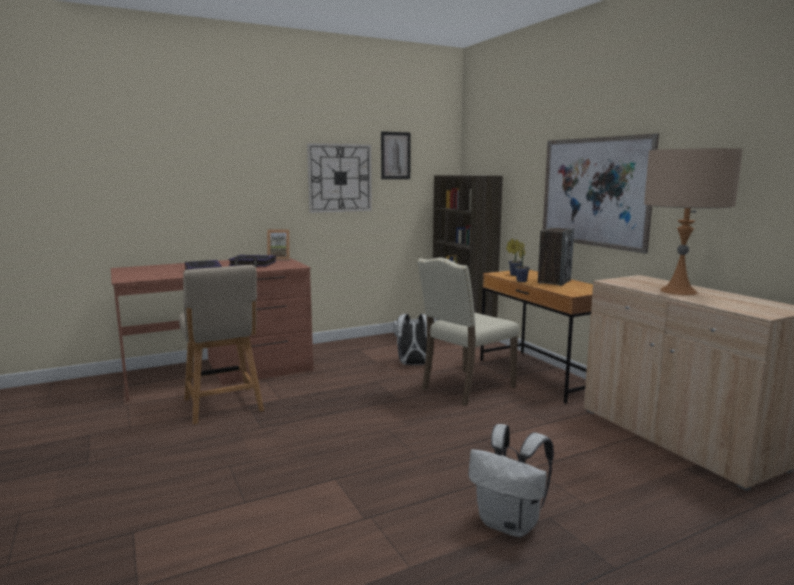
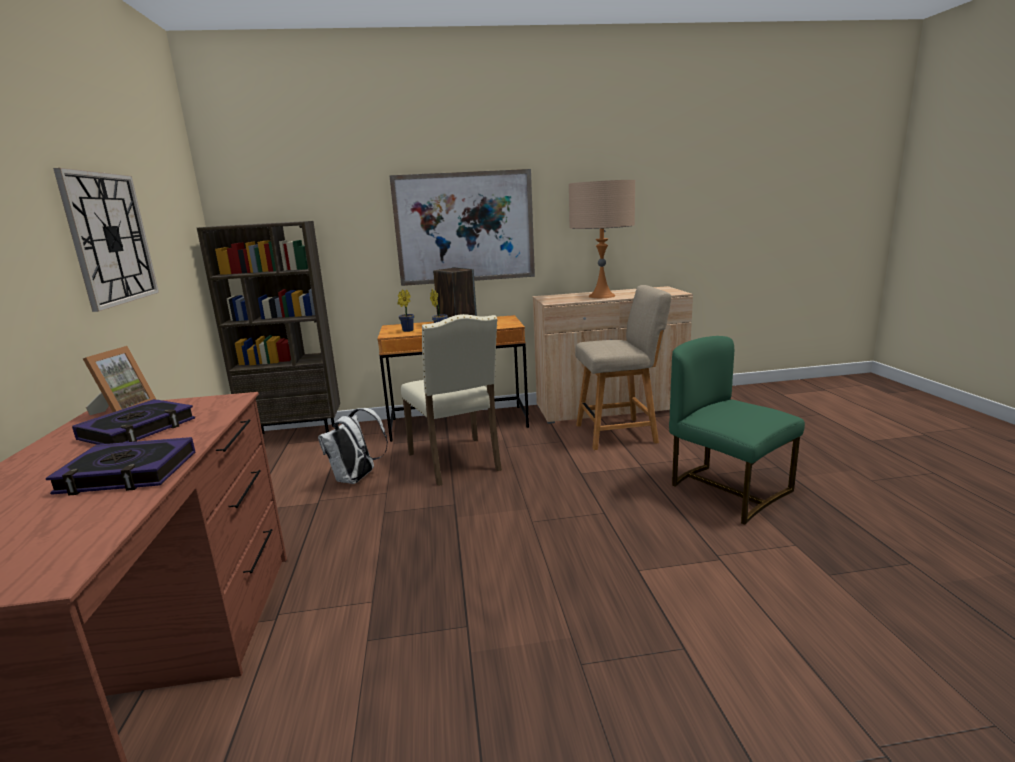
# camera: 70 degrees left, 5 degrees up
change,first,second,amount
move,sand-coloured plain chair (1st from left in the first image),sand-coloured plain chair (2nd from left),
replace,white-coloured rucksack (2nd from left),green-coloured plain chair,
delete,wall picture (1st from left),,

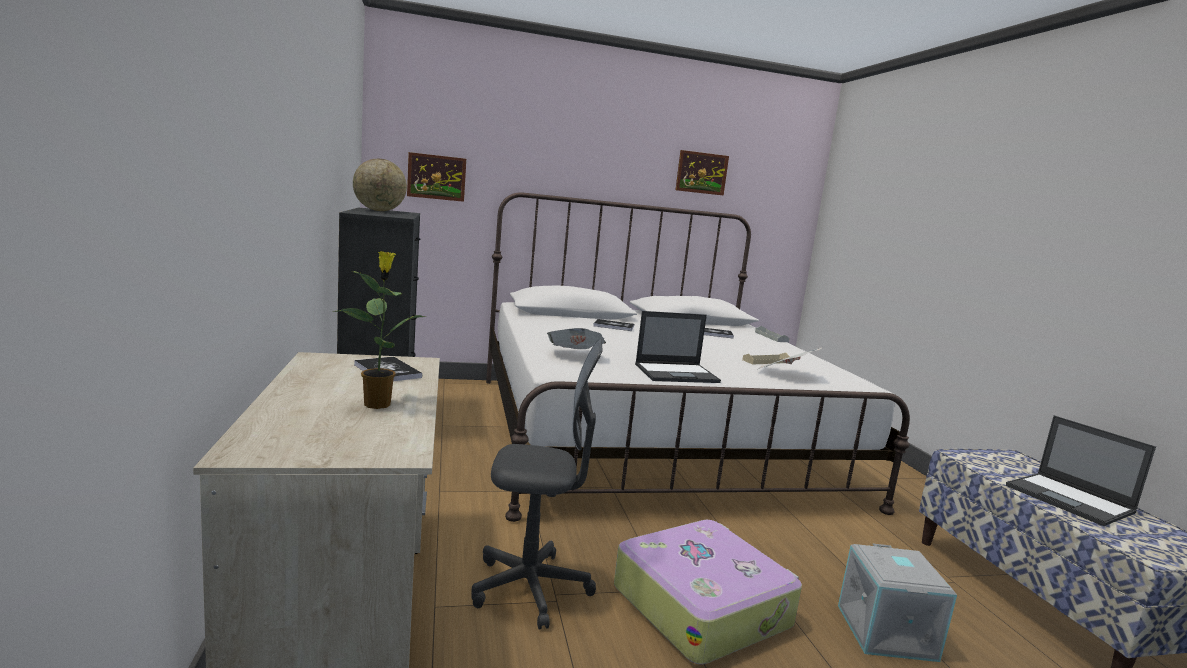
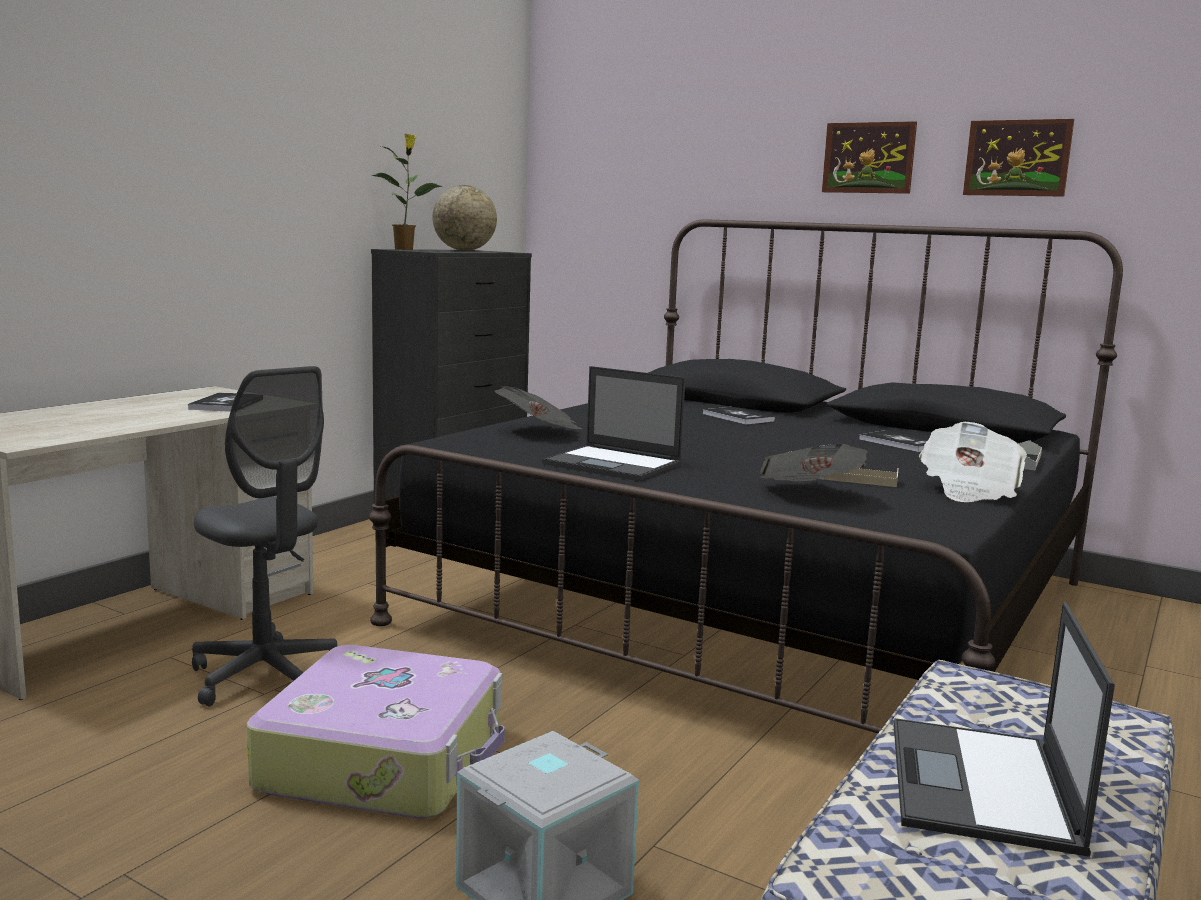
# camera: 45 degrees right, 0 degrees up
change,first,second,amount
recolor,white-coloured bedroom bed,blackish bedroom bed,
move,potted plant,,
move,wall picture (1st from left),,
insert,,printed paper (3rd from left),

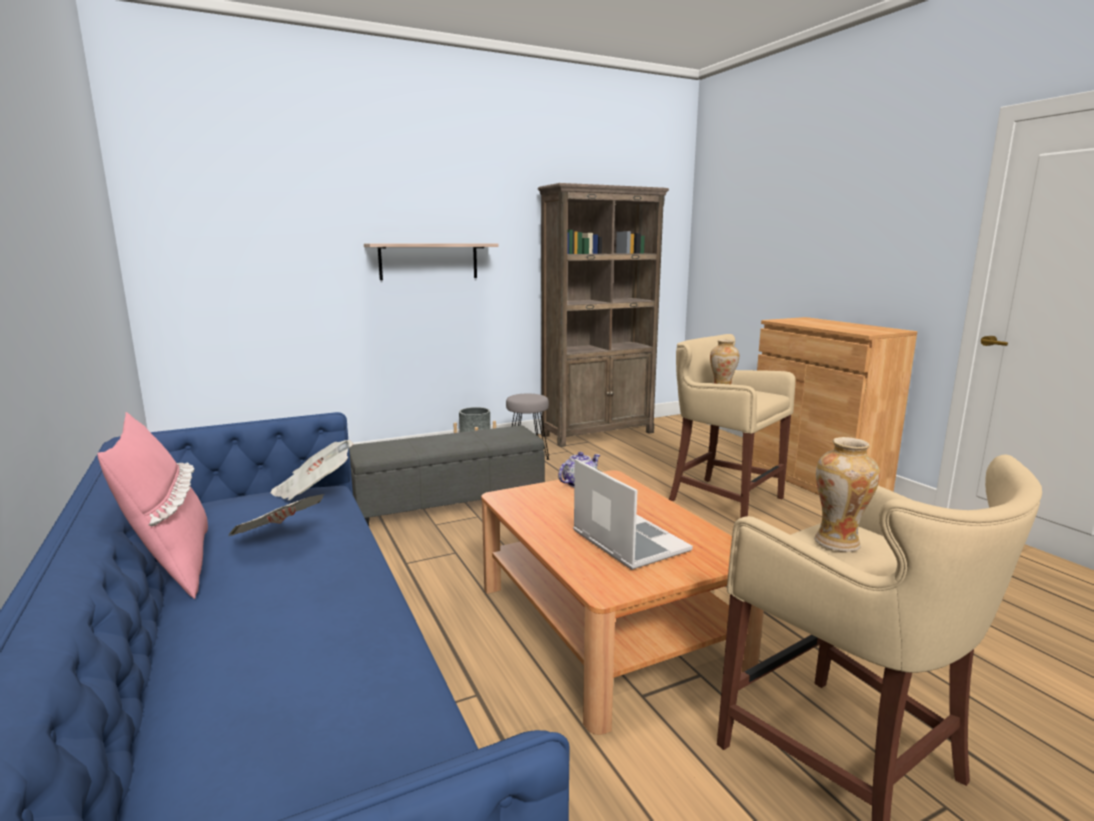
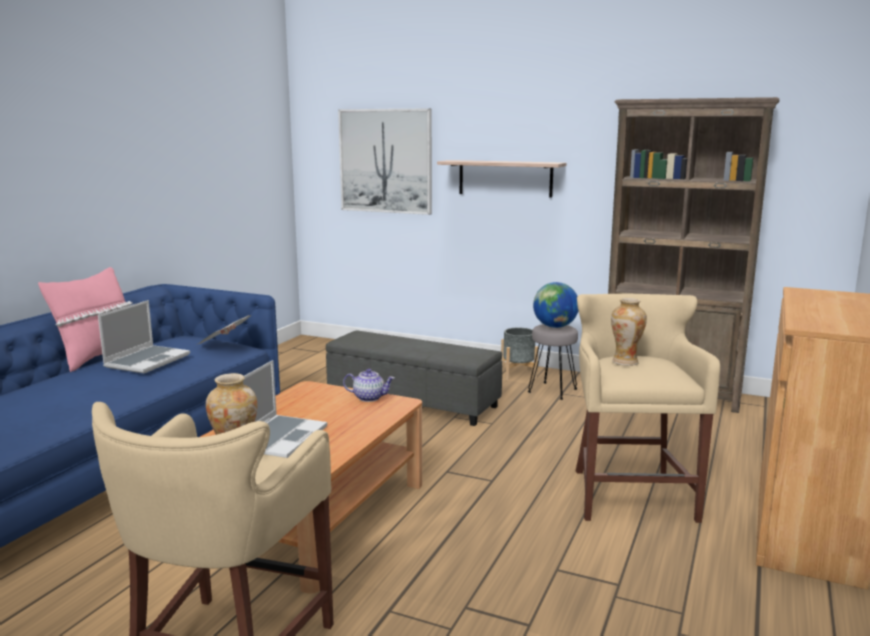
# camera: 50 degrees right, 0 degrees up
change,first,second,amount
replace,printed paper (1st from left),portable computer (1st from left),
insert,,wall picture,
insert,,globe,

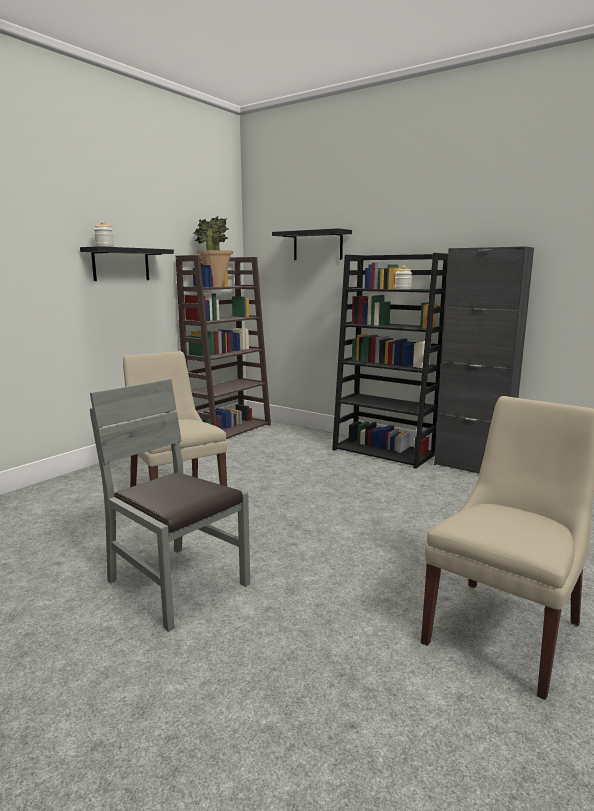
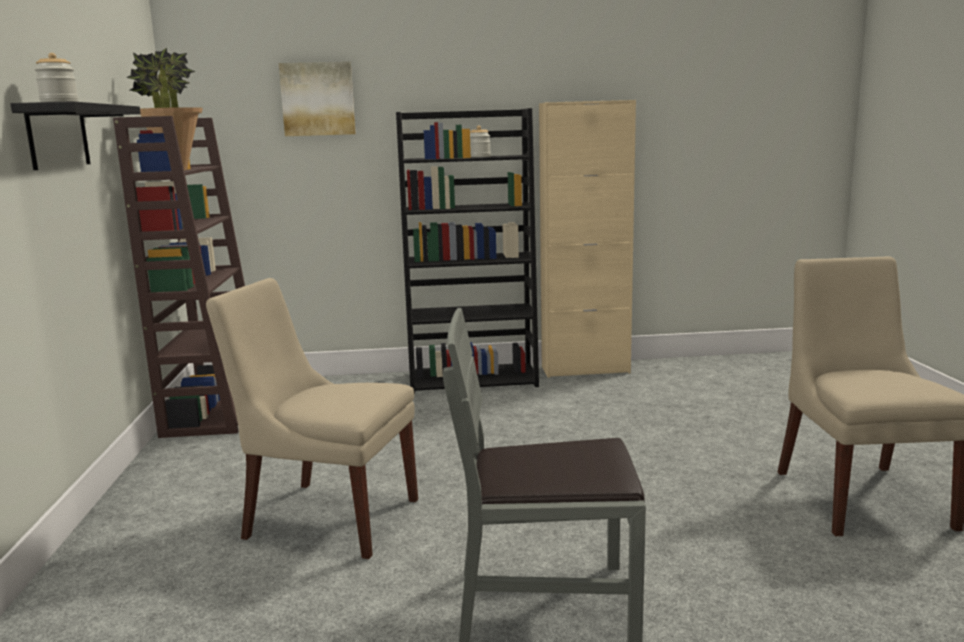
# camera: 40 degrees left, 0 degrees up
change,first,second,amount
replace,blackish bracket shelf (2nd from left),wall picture,
recolor,blackish storage cabinet,sand-coloured storage cabinet,

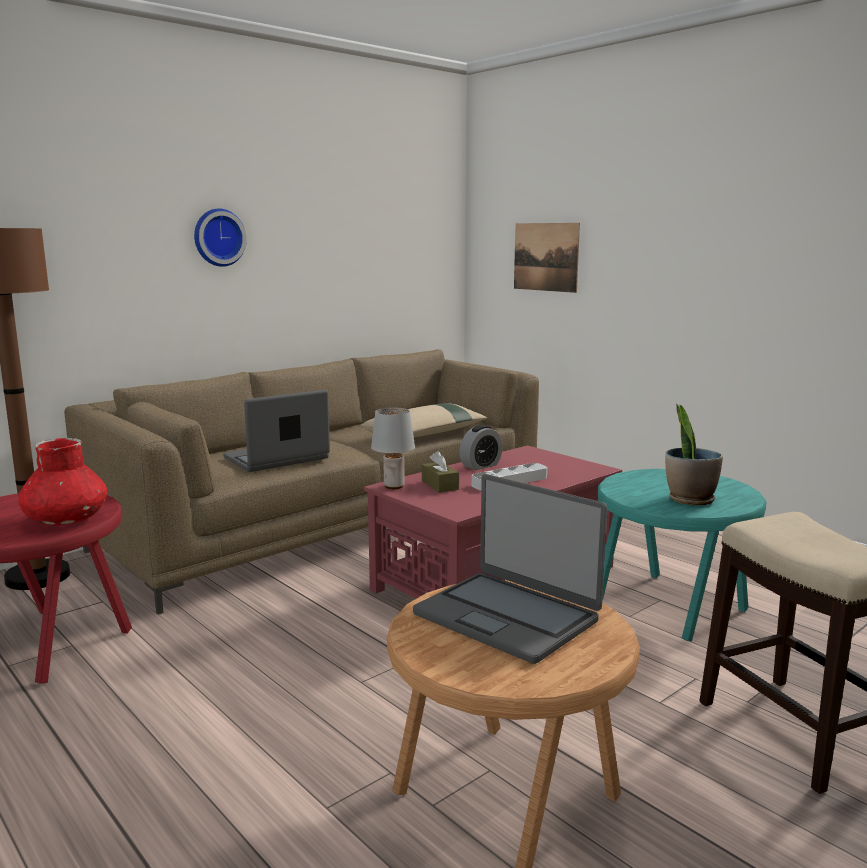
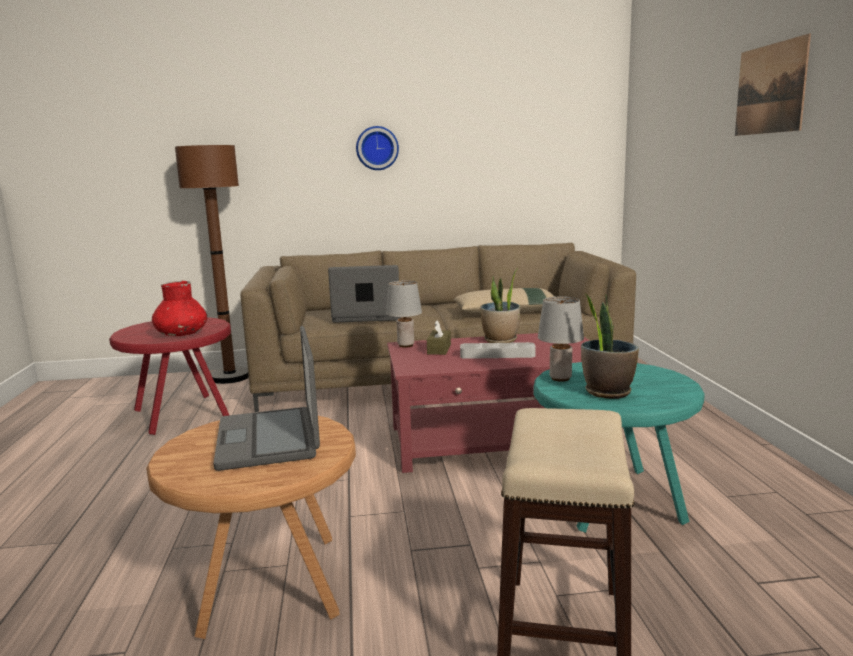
# camera: 35 degrees right, 0 degrees up
change,first,second,amount
replace,bedside clock,potted plant (1st from left),
insert,,greyish lamp for a table (2nd from left),
move,wall picture,,

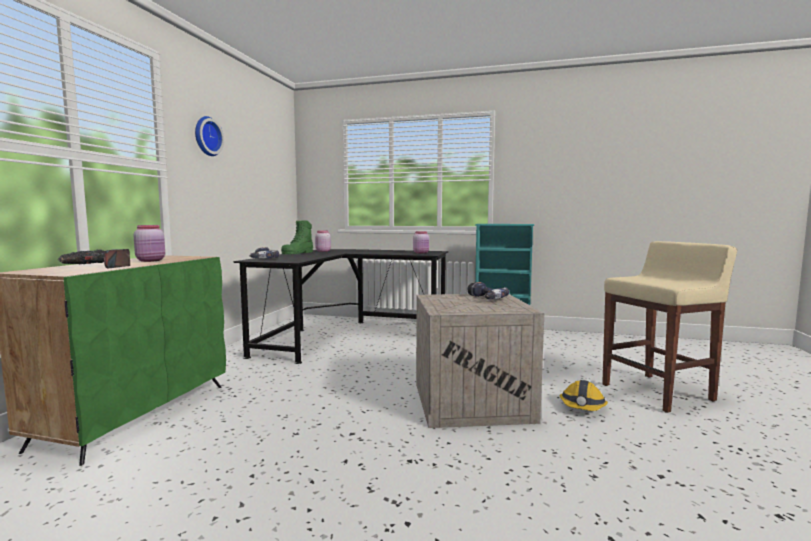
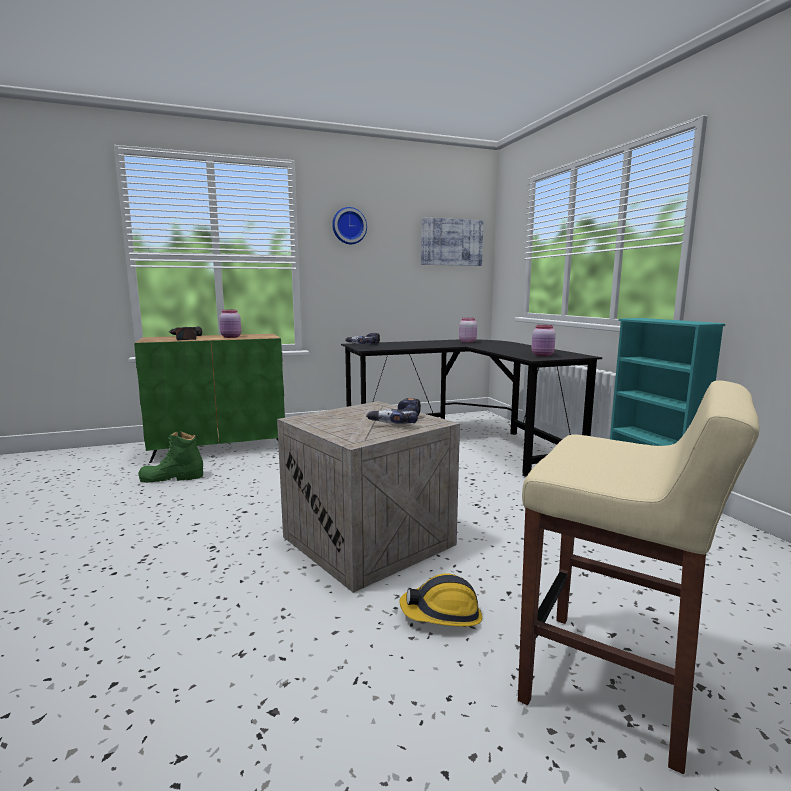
# camera: 55 degrees right, 5 degrees up
change,first,second,amount
move,green-coloured boot,,
insert,,wall picture,

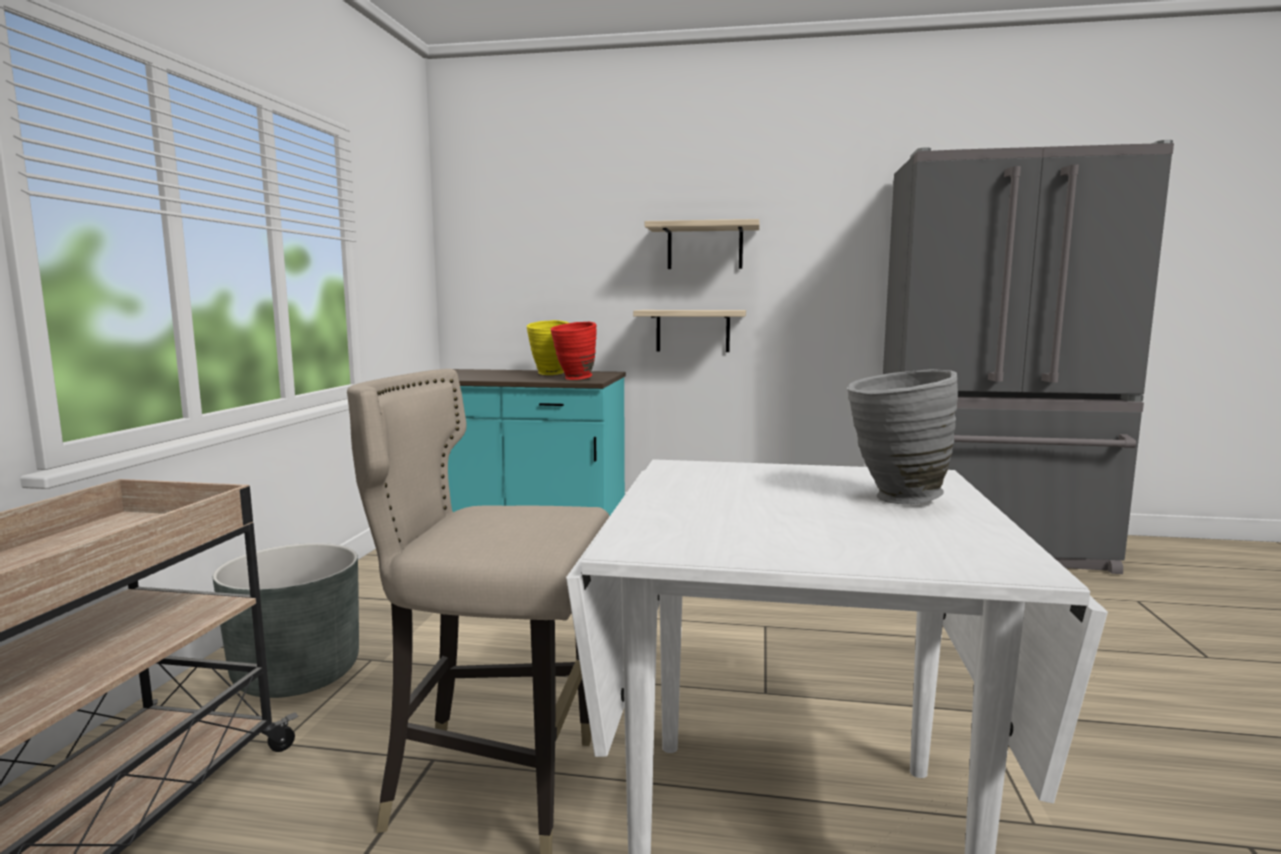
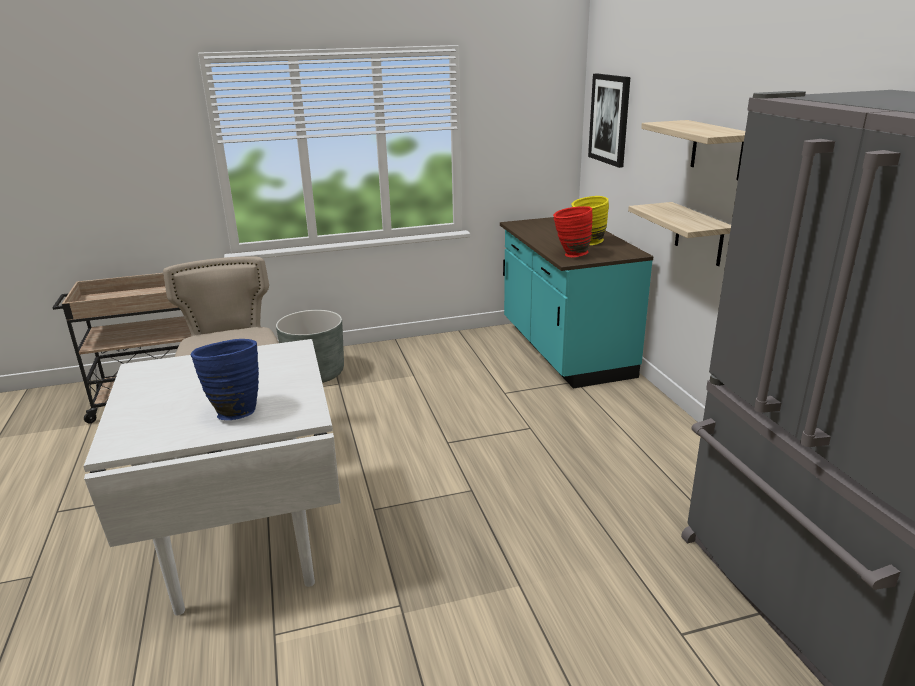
# camera: 65 degrees right, 15 degrees up
change,first,second,amount
recolor,greyish flower vase,blue-coloured flower vase,
insert,,wall picture,

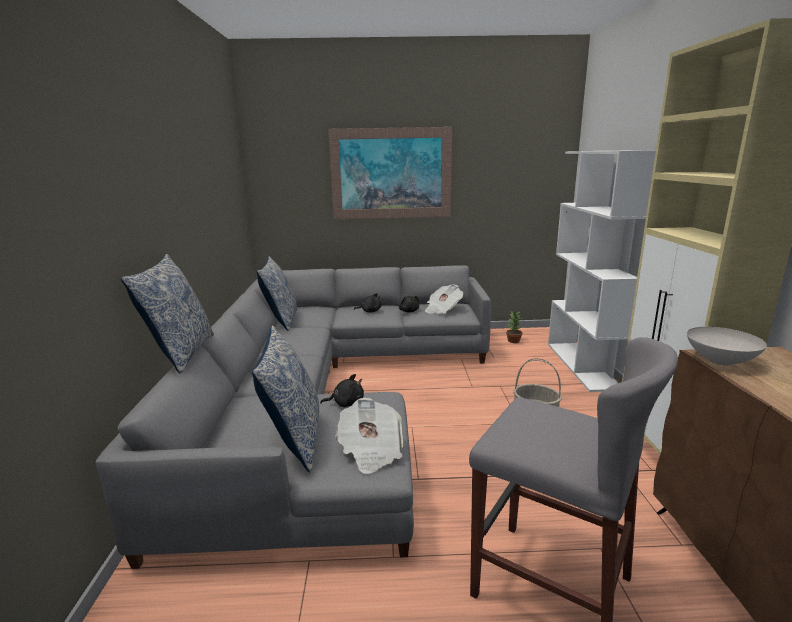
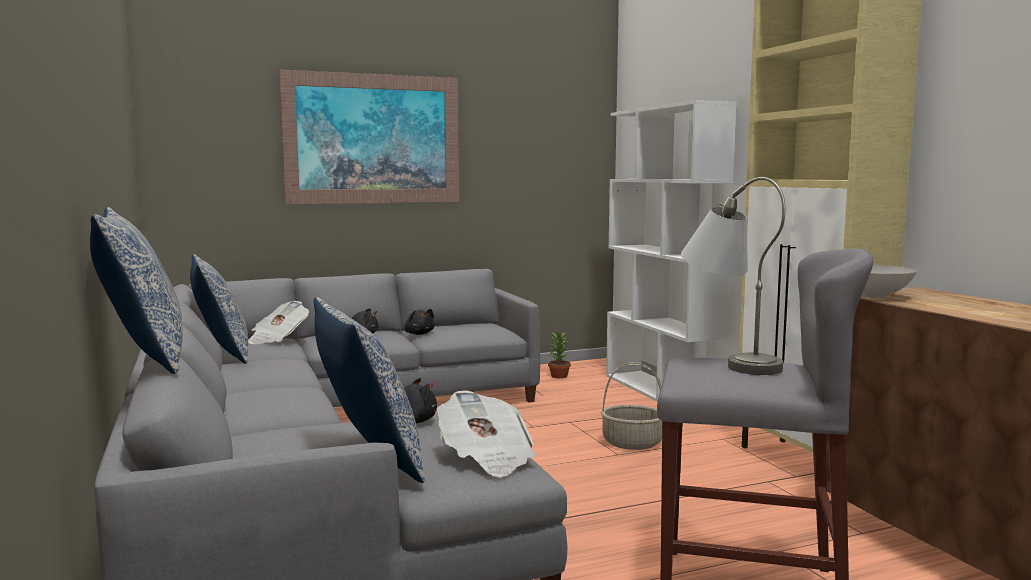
# camera: 20 degrees left, 10 degrees down
change,first,second,amount
move,printed paper (2nd from left in the first image),printed paper (1st from left),
insert,,greyish lamp for a table,

